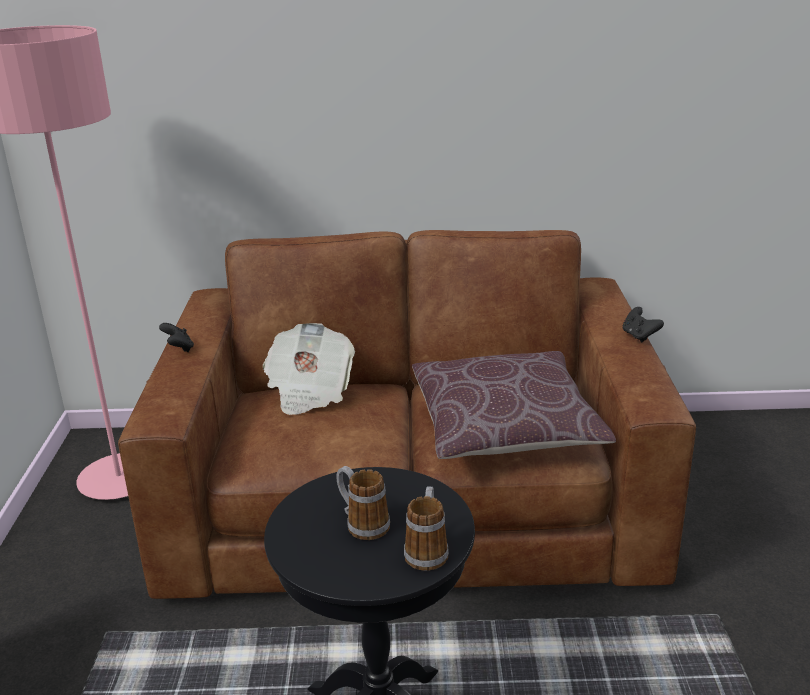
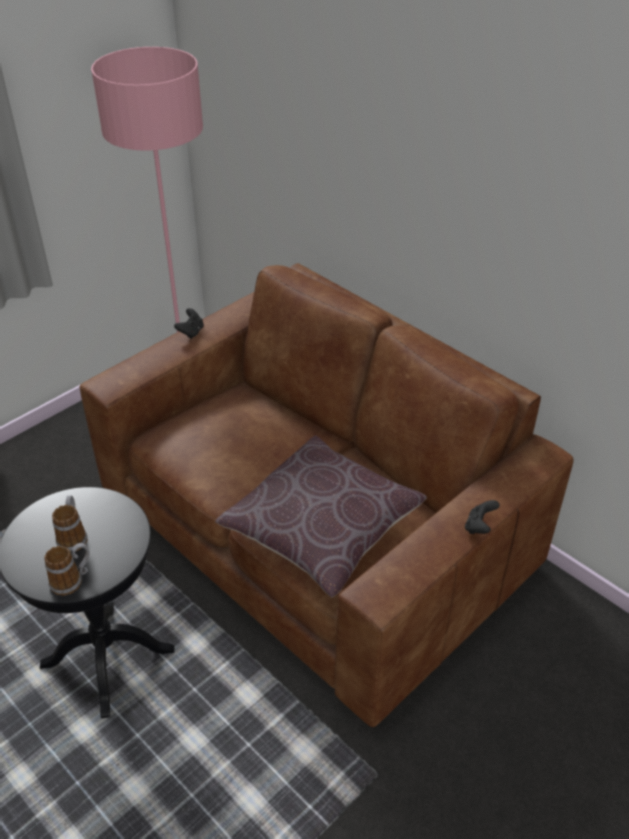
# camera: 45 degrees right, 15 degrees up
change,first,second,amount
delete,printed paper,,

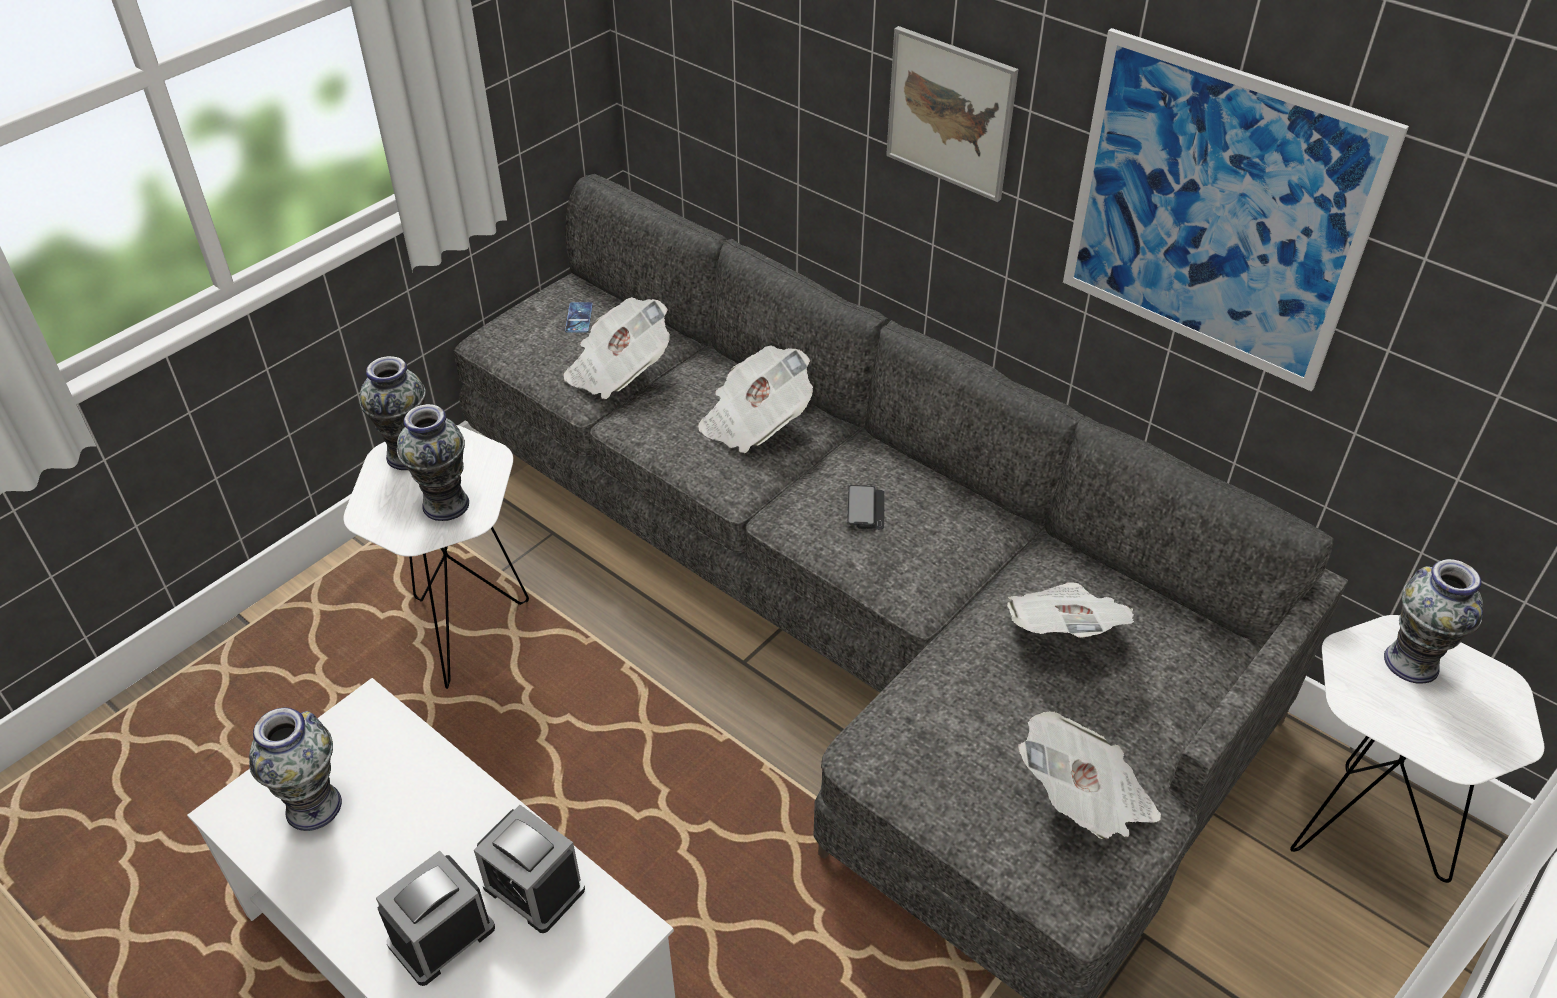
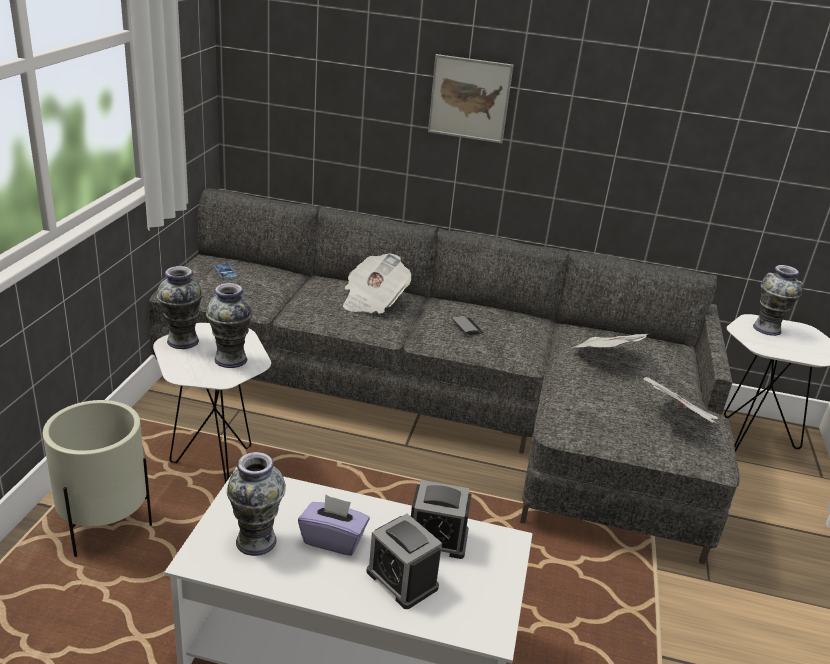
# camera: 30 degrees left, 15 degrees down
change,first,second,amount
insert,,sand-coloured plant pot,
insert,,purplish tissue box,
rotate,bedside clock (1st from left),,60 degrees counterclockwise
delete,printed paper (1st from left),,
delete,wall picture (2nd from left),,

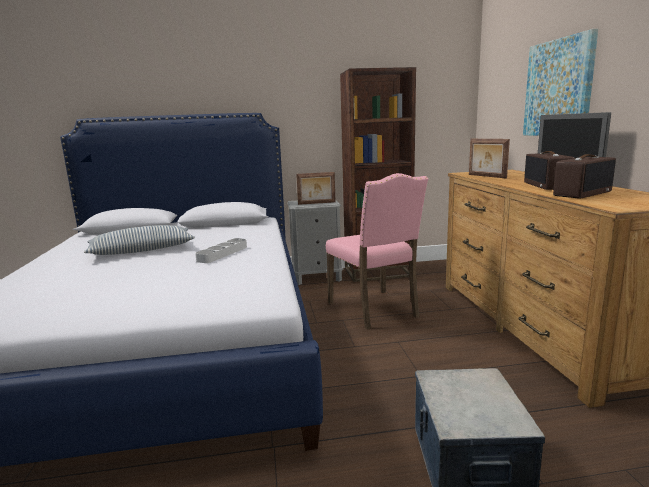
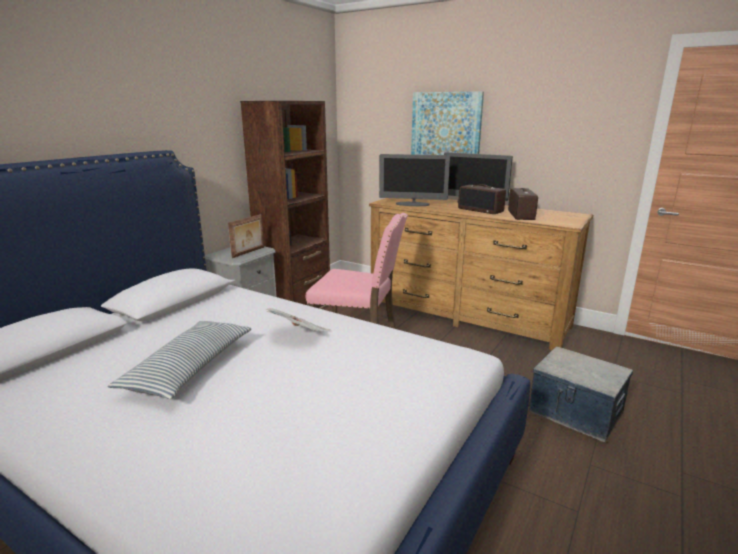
# camera: 50 degrees left, 5 degrees up
change,first,second,amount
replace,greyish serving tray,printed paper,
replace,standing frame (2nd from left),monitor (1st from left),

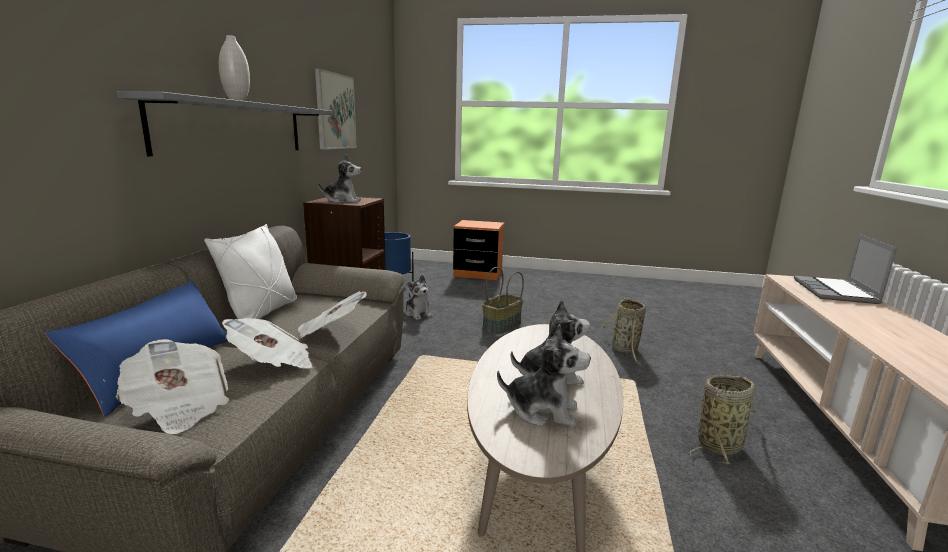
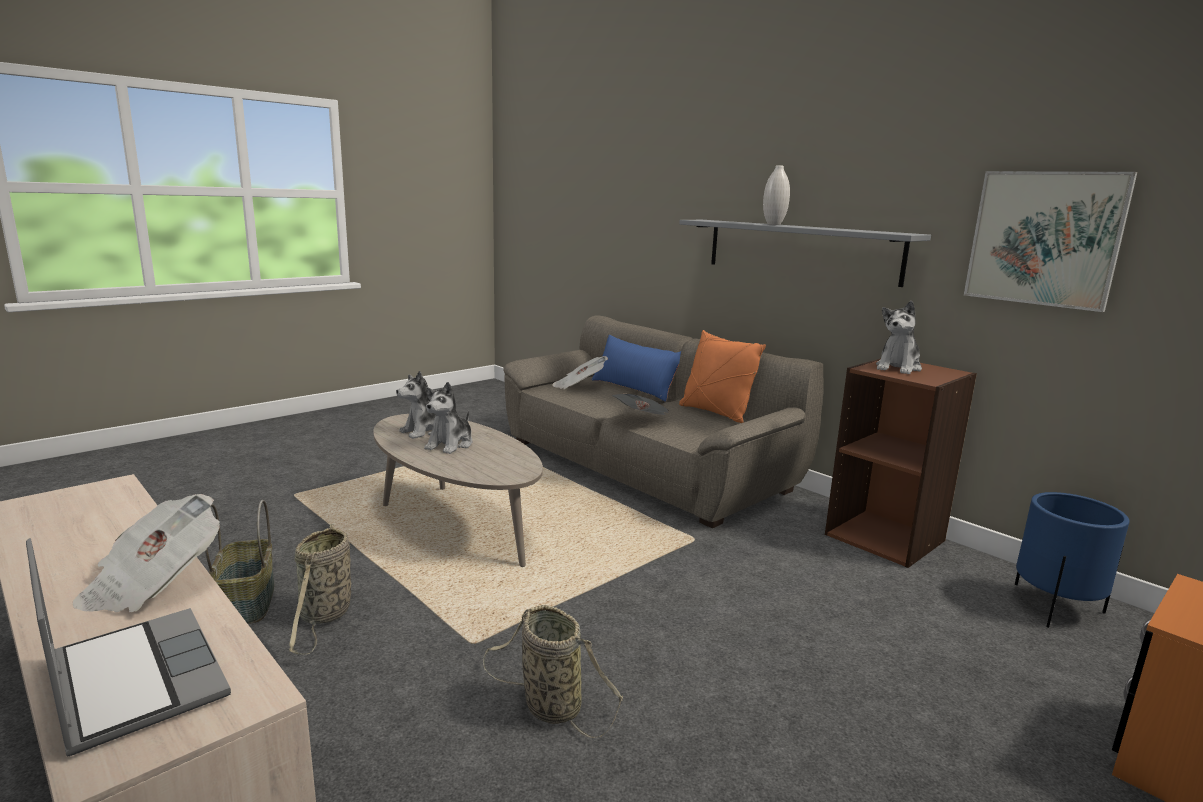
# camera: 125 degrees right, 0 degrees up
change,first,second,amount
move,printed paper (2nd from left in the first image),printed paper (1st from left),
move,basket (1st from left),,
recolor,white-coloured throw pillow,orange-coloured throw pillow,
delete,cuddly toy (2nd from left),,

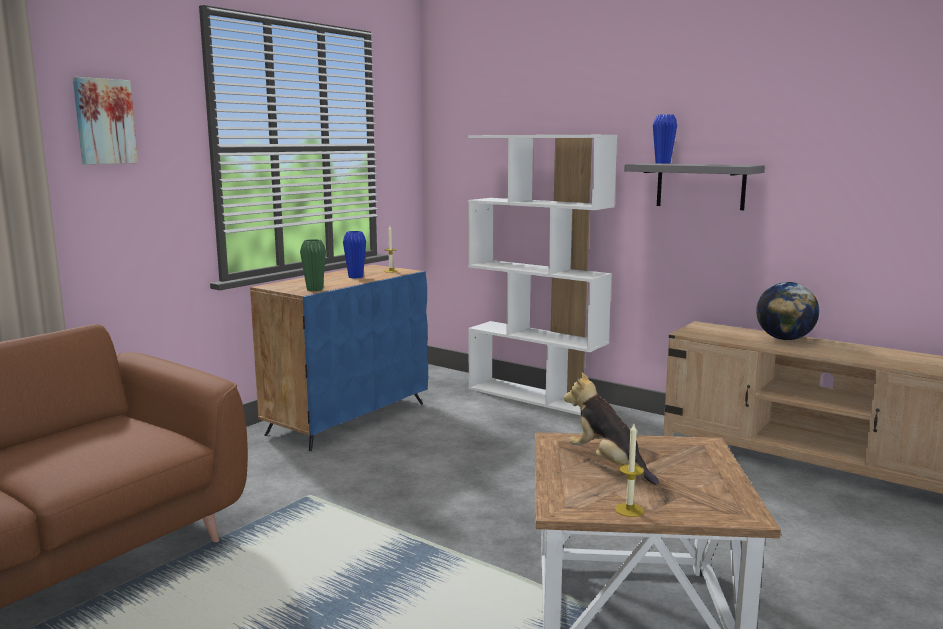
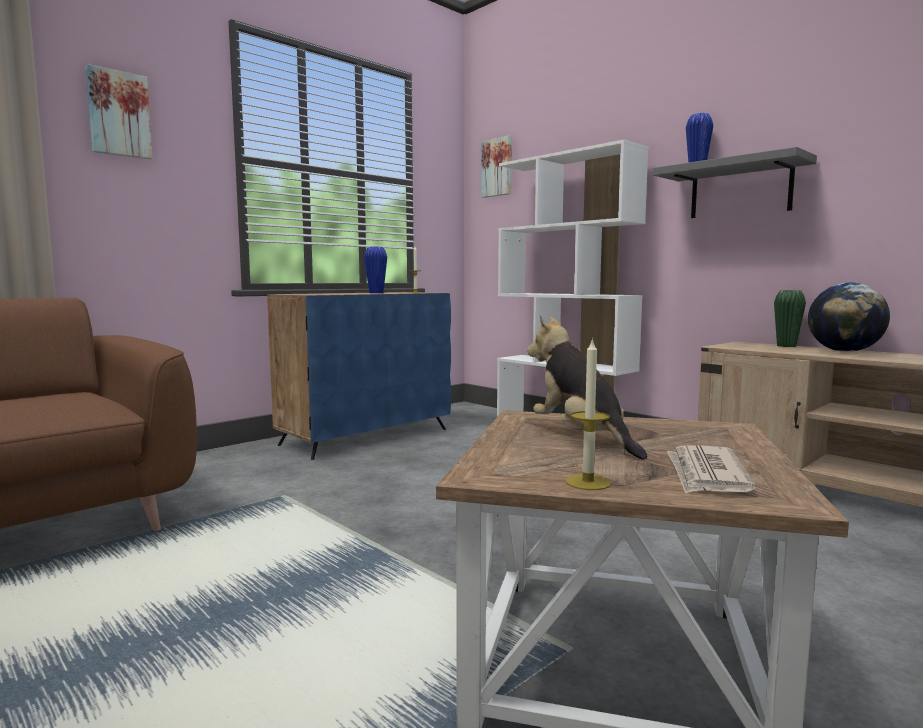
# camera: 10 degrees right, 5 degrees down
change,first,second,amount
insert,,wall picture (2nd from left),
insert,,printed paper,
move,green-coloured flower vase,,

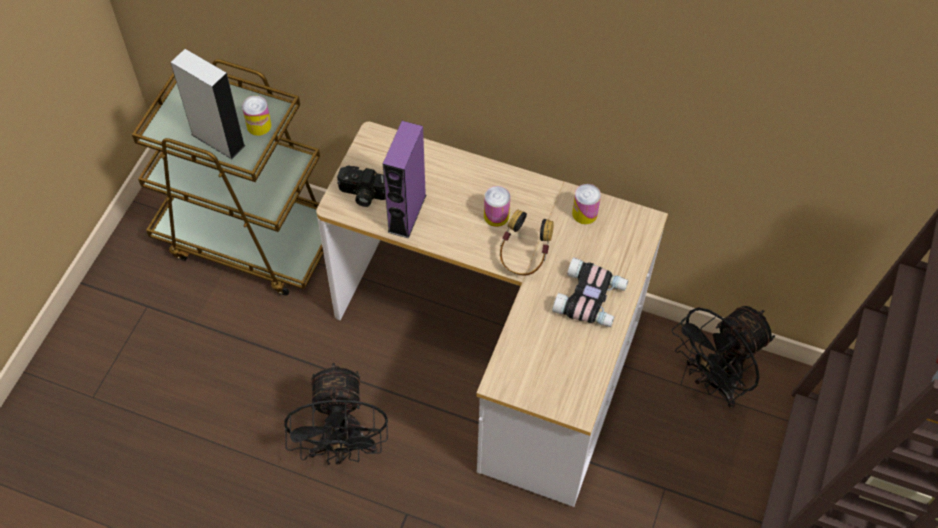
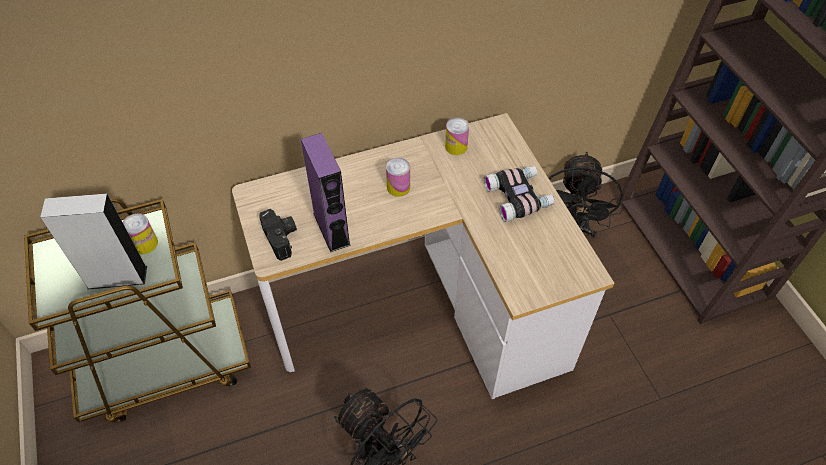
# camera: 40 degrees left, 5 degrees down
change,first,second,amount
rotate,photo camera,,90 degrees counterclockwise
delete,headset,,

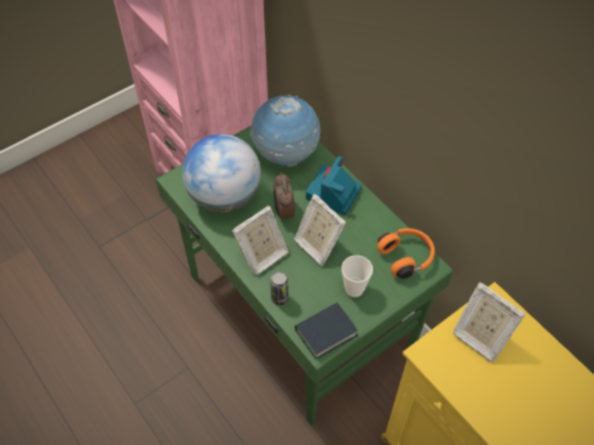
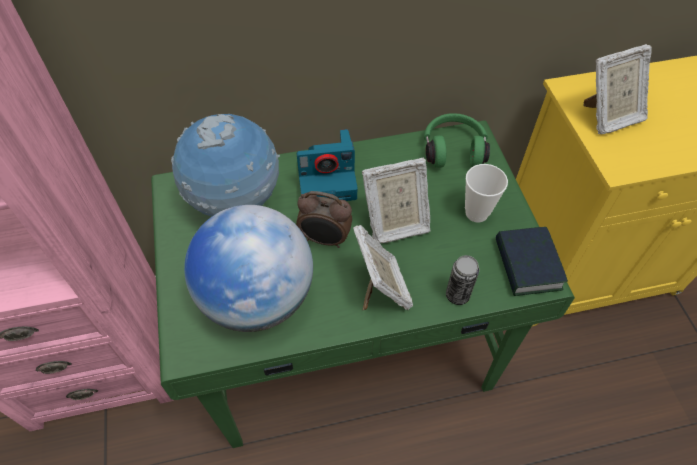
# camera: 65 degrees left, 0 degrees up
change,first,second,amount
rotate,photo camera,,60 degrees counterclockwise
recolor,orange-coloured headset,green-coloured headset,

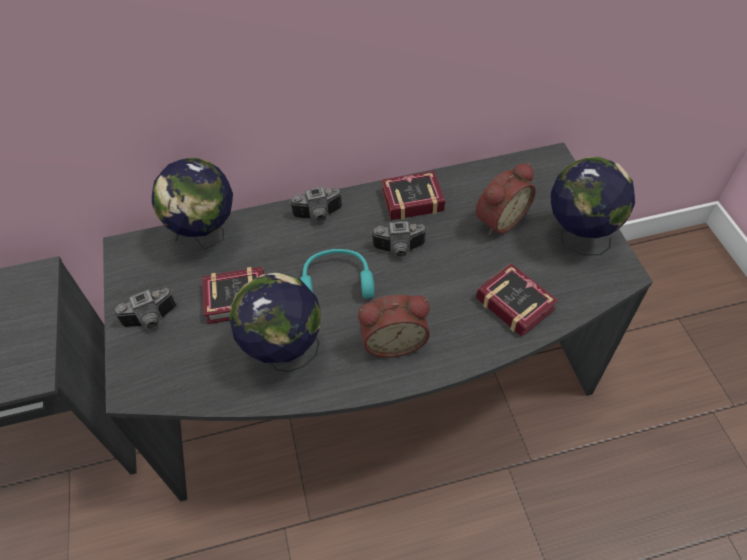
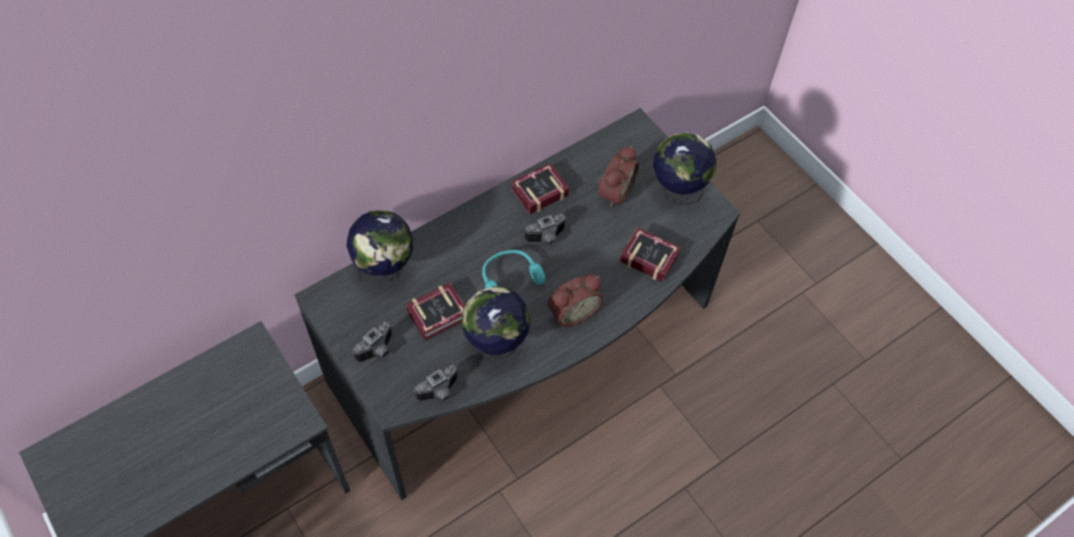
# camera: 25 degrees left, 5 degrees up
change,first,second,amount
move,photo camera (2nd from left),,

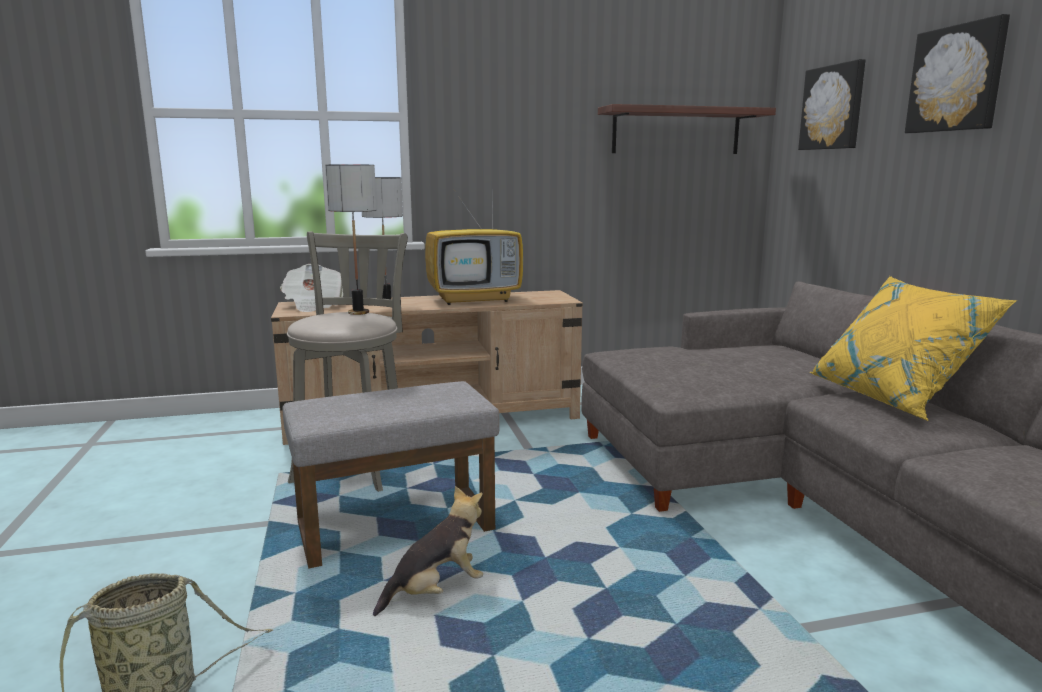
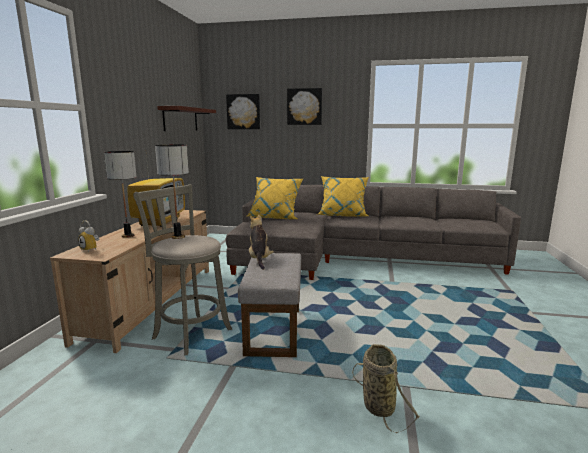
# camera: 65 degrees left, 0 degrees up
change,first,second,amount
replace,printed paper,bedside clock,
insert,,yellow-coloured throw pillow (1st from left),
move,cuddly toy,,

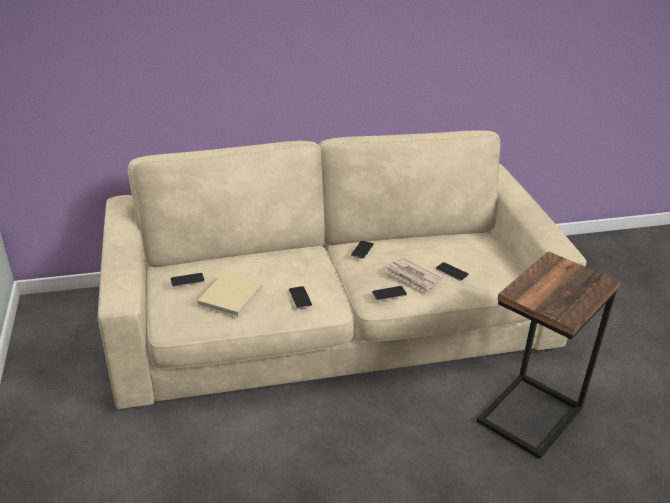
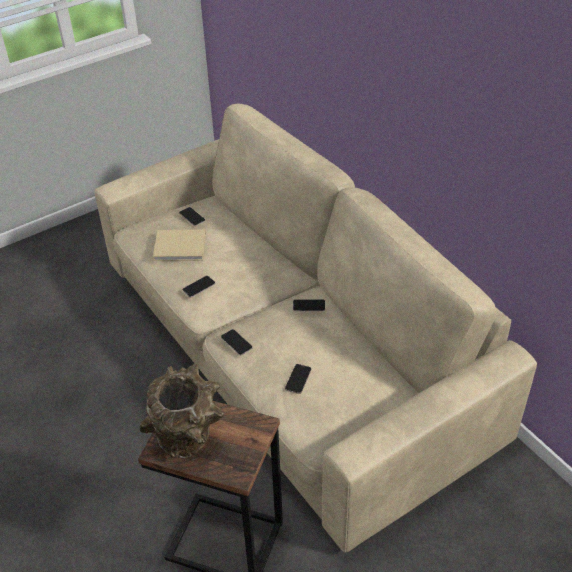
# camera: 70 degrees right, 10 degrees up
change,first,second,amount
insert,,brownish flower vase,
delete,printed paper,,

